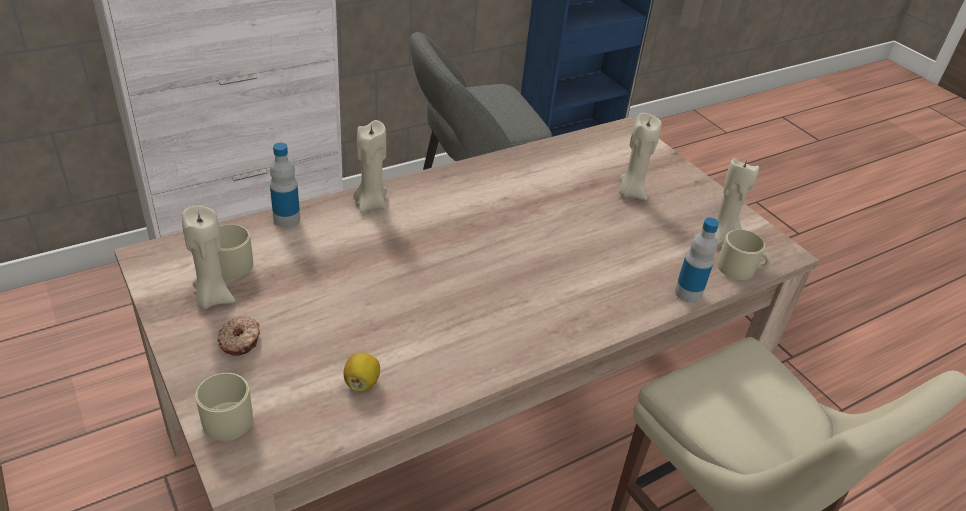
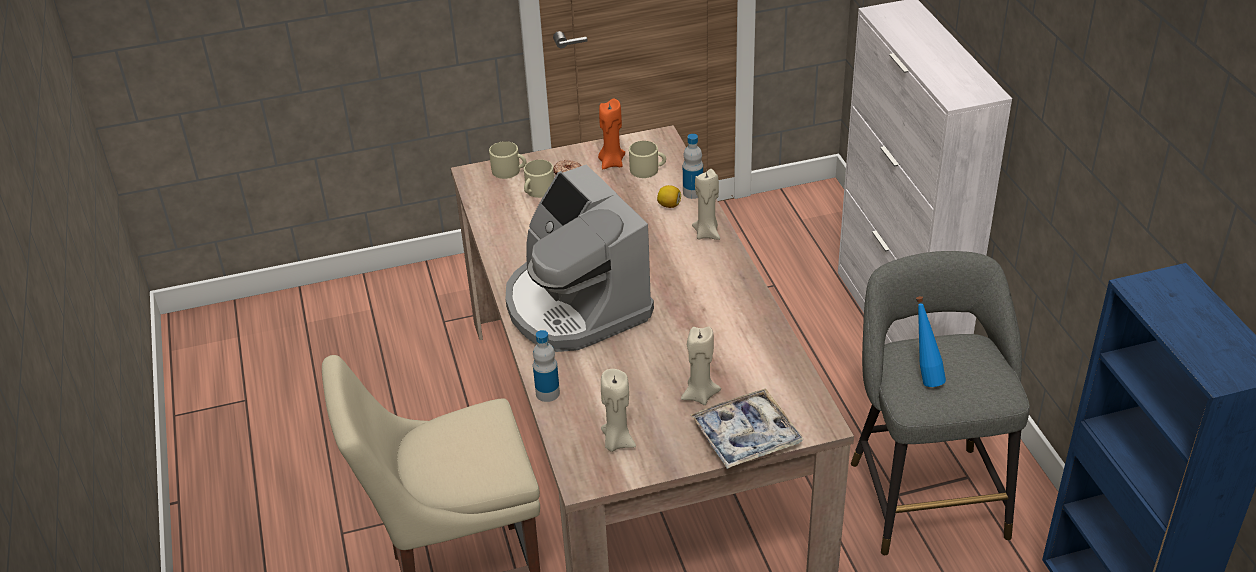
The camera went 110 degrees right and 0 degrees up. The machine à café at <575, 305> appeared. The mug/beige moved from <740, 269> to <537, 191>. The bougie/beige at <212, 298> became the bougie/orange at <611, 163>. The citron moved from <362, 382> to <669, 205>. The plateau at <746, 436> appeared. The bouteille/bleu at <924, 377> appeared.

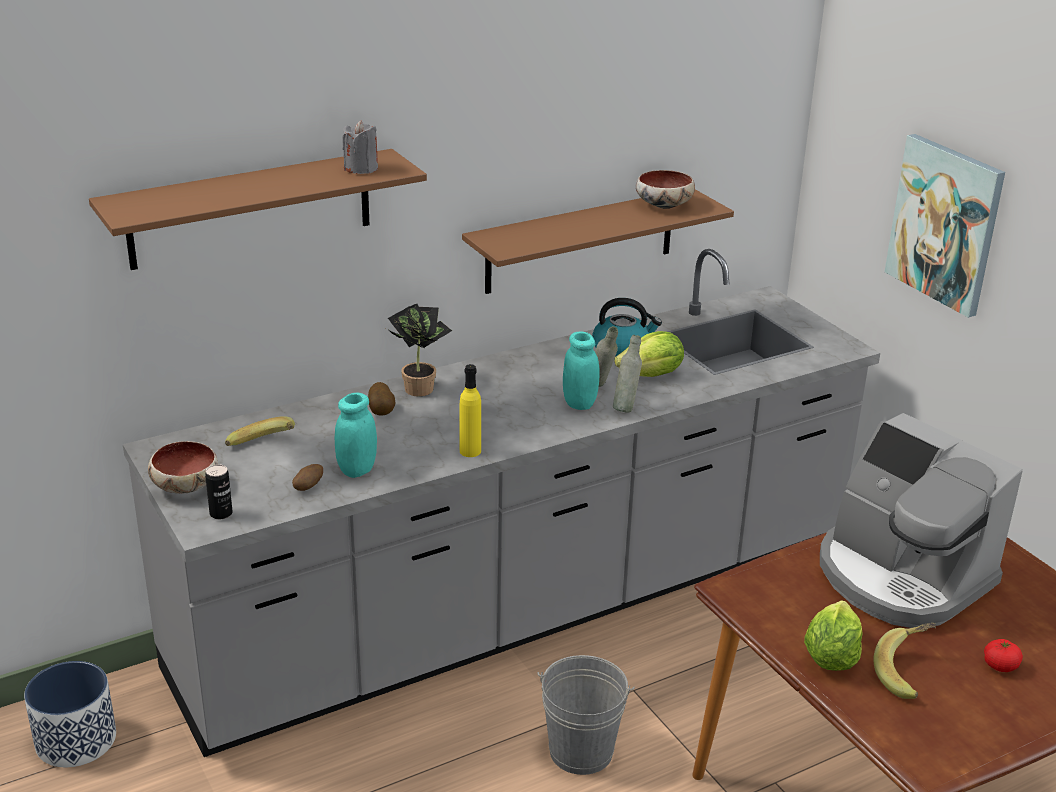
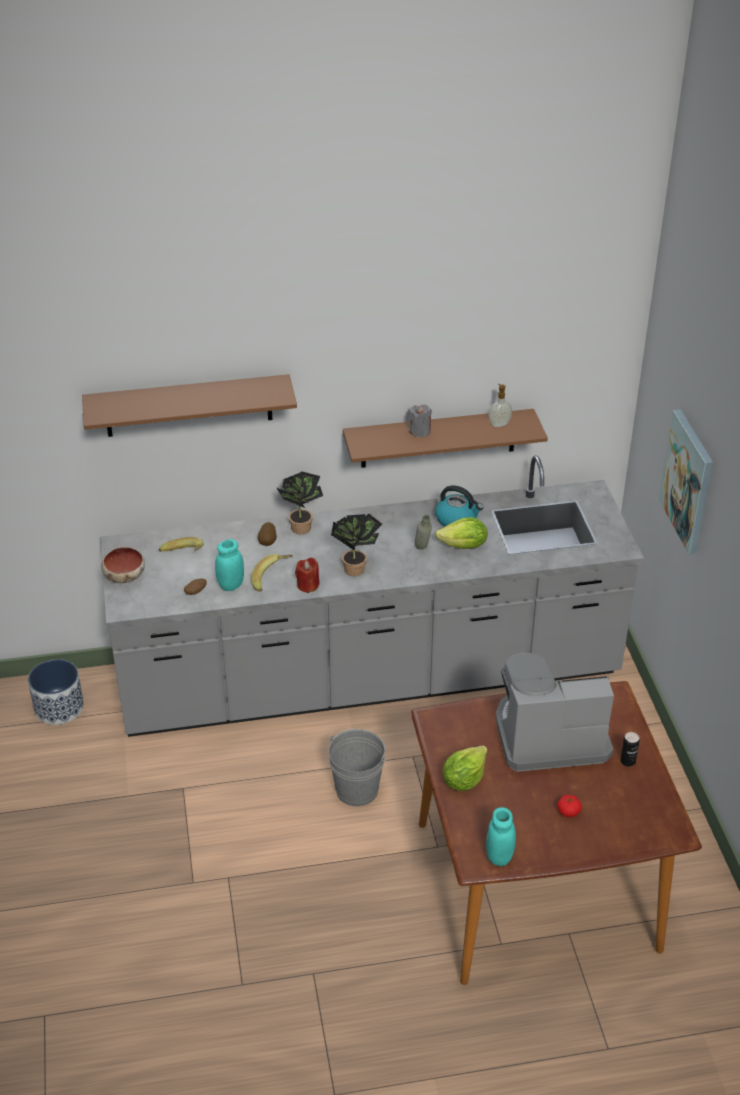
The camera went 20 degrees right and 10 degrees up. The banane moved from <908, 674> to <272, 579>. The bouteille/jaune at <470, 451> was replaced by the bougie/rouge at <308, 585>. The plante en pot at <356, 567> appeared. The bougie/gris moved from <361, 168> to <420, 431>. The bocal/turquoise moved from <579, 403> to <499, 856>. The bol at <663, 205> was replaced by the distributeur de savon at <499, 424>. The machine à café at <901, 577> turned 105 degrees clockwise. The boîte métallique moved from <221, 513> to <627, 761>. The bouteille/gris at <626, 408> disappeared.

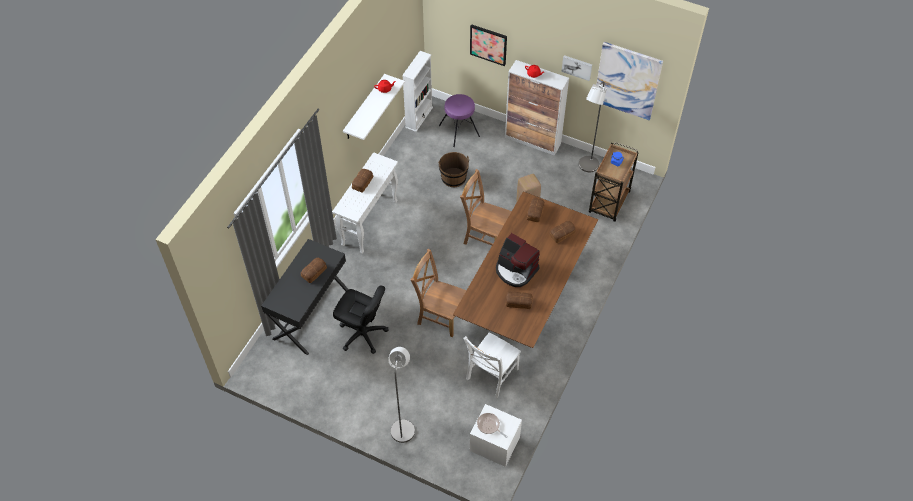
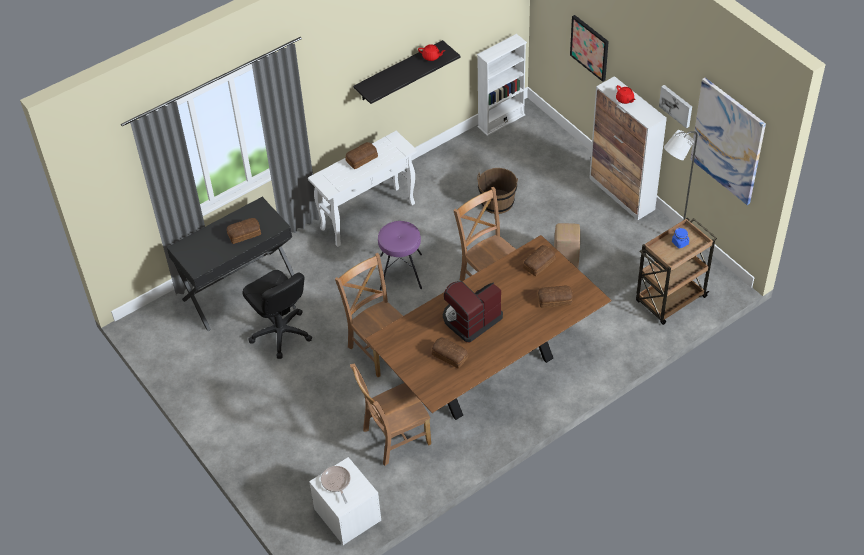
The camera went 30 degrees right and 5 degrees down. The chaise/blanc at <491, 375> became the chaise/marron at <394, 438>. The étagère/blanc at <364, 108> became the étagère/noir at <399, 71>. The tabouret/violet moved from <459, 130> to <401, 271>. The machine à café at <516, 270> turned 75 degrees clockwise. The lampadaire/gris at <403, 426> disappeared.

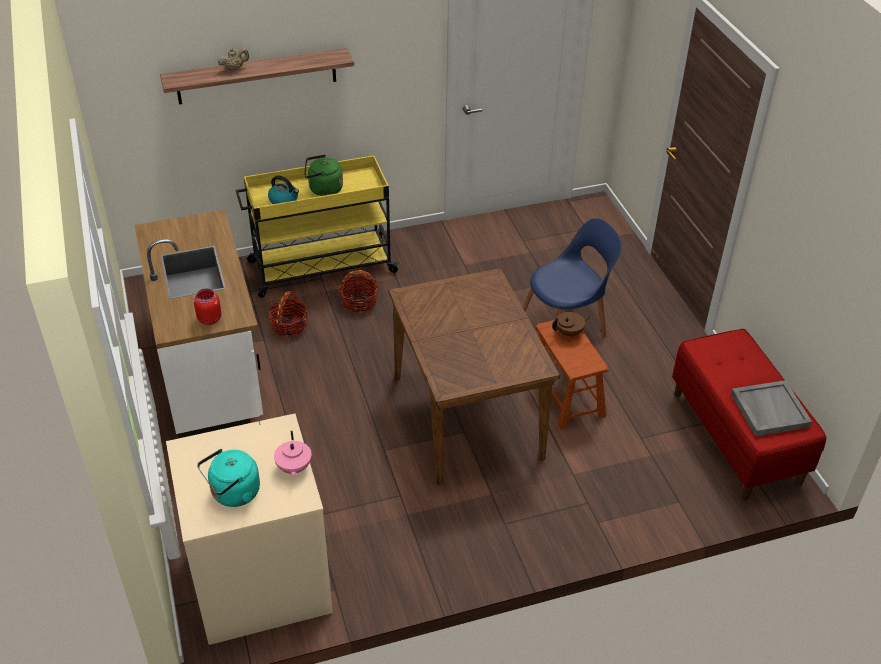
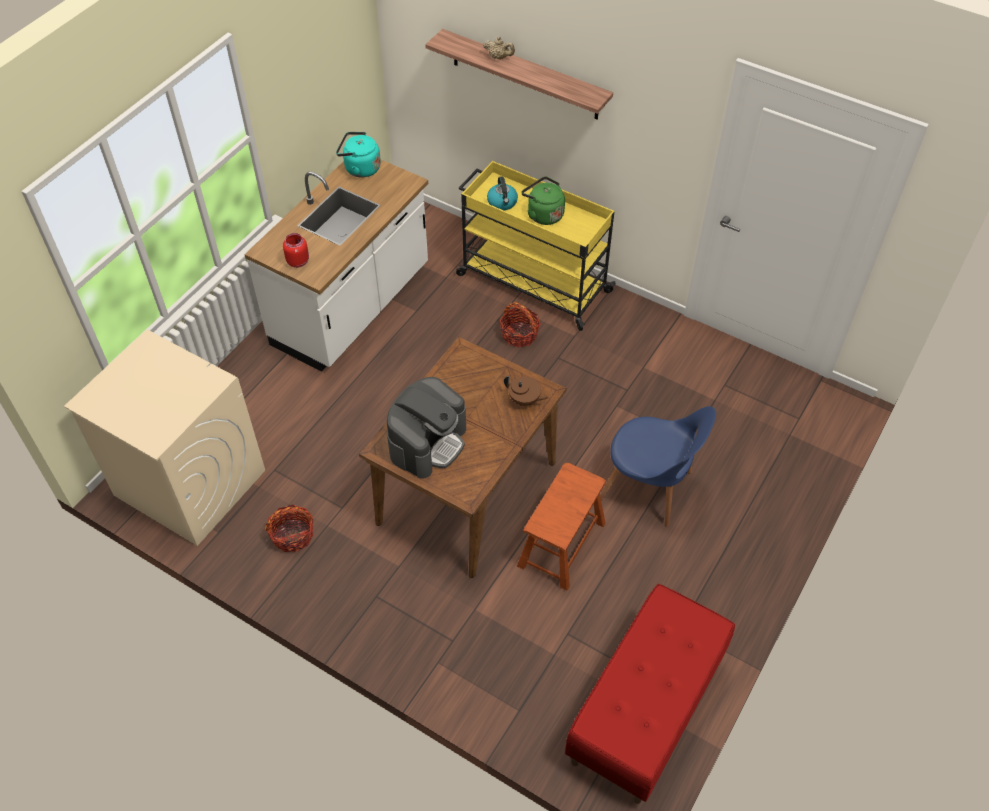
The camera went 50 degrees right and 10 degrees up. The panier moved from <289, 325> to <293, 535>. The bouilloire/turquoise moved from <233, 494> to <360, 168>. The machine à café at <428, 442> appeared. The théière/marron moved from <569, 333> to <524, 400>. The théière/rose at <293, 468> disappeared. The plateau/gris at <769, 410> disappeared.

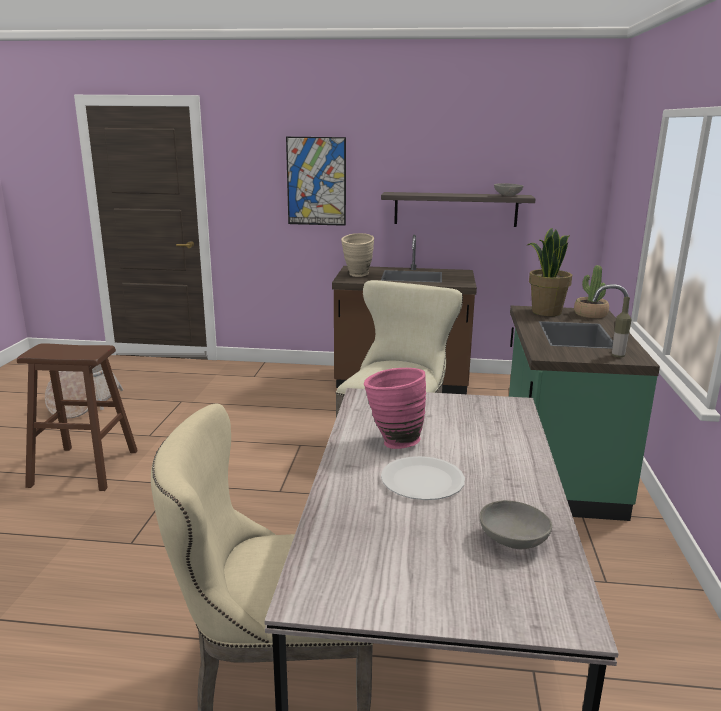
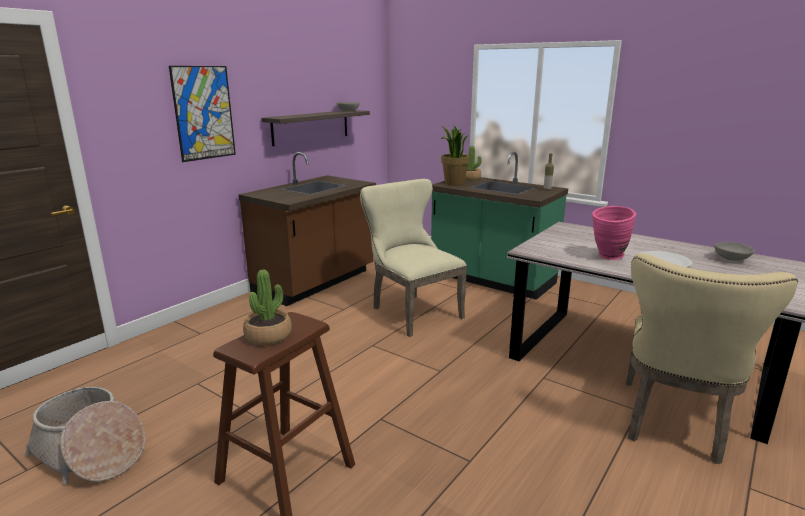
The camera went 60 degrees left and 0 degrees up. The plante en pot at <268, 336> appeared. The vase/beige at <357, 275> disappeared.

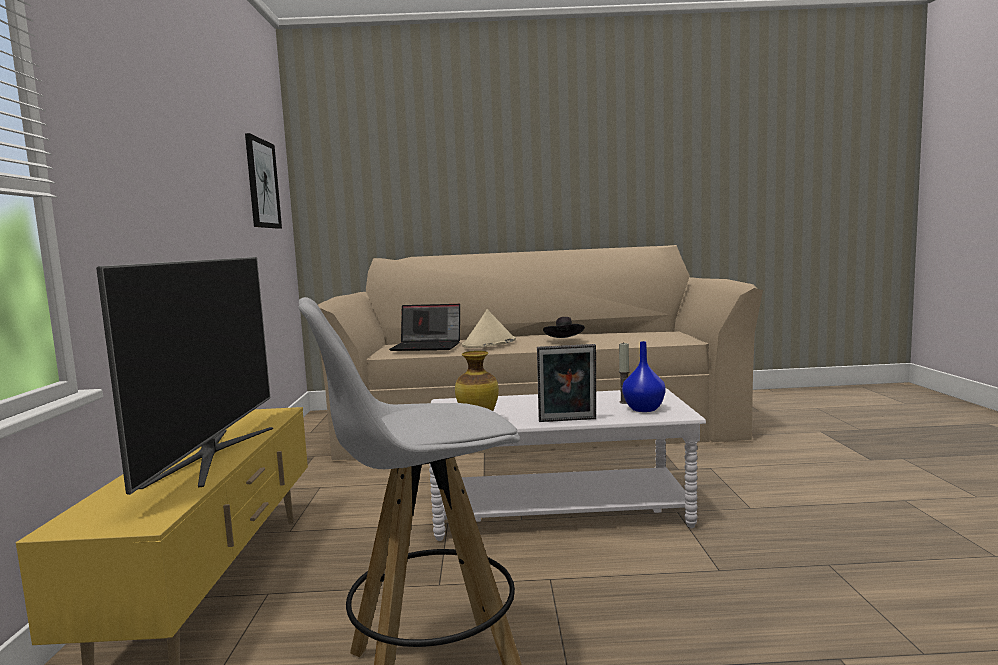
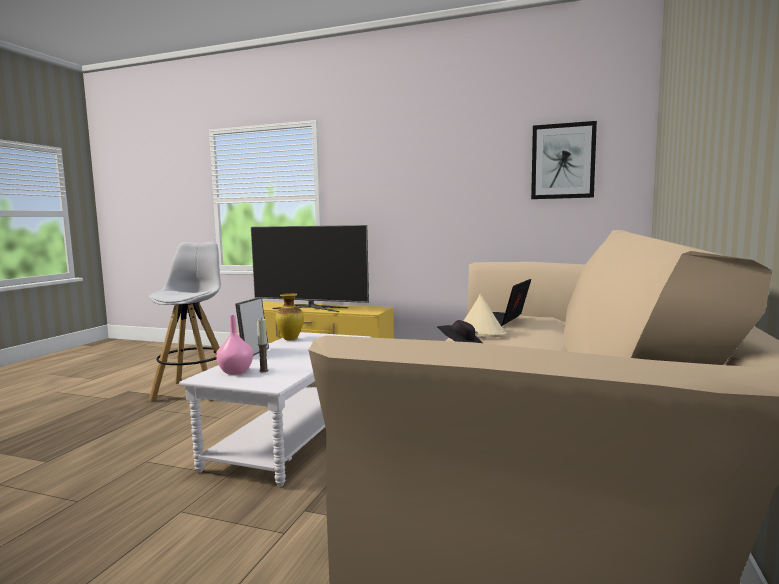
The camera went 110 degrees right and 0 degrees up. The vase/bleu at <644, 409> became the vase/rose at <235, 372>.

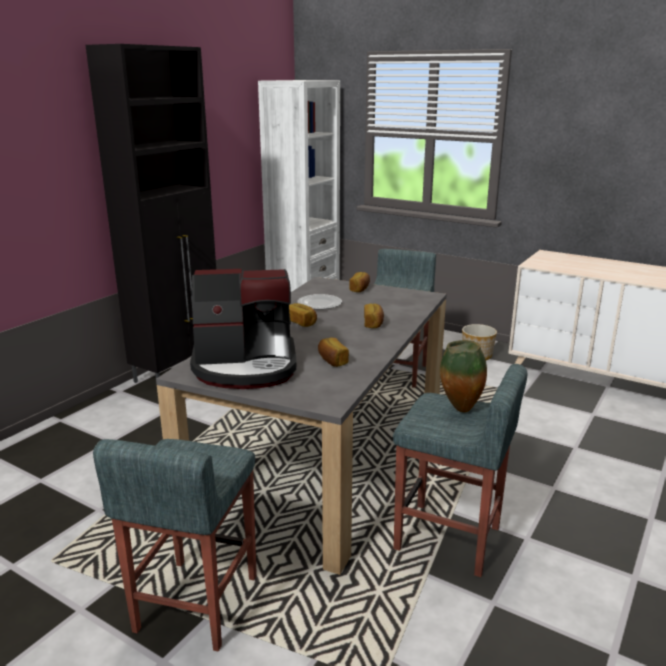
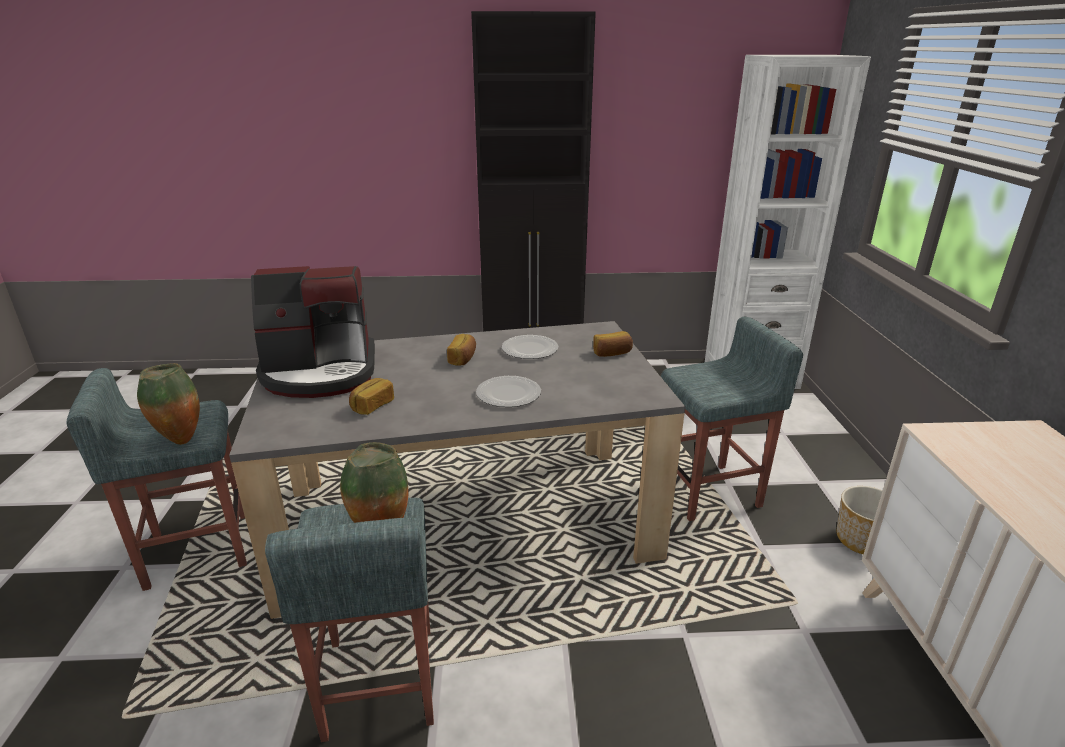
The camera went 55 degrees right and 5 degrees up. The vase at <180, 441> appeared. The machine à café at <246, 367> turned 60 degrees counterclockwise. The pain at <373, 323> was replaced by the assiette at <507, 394>.

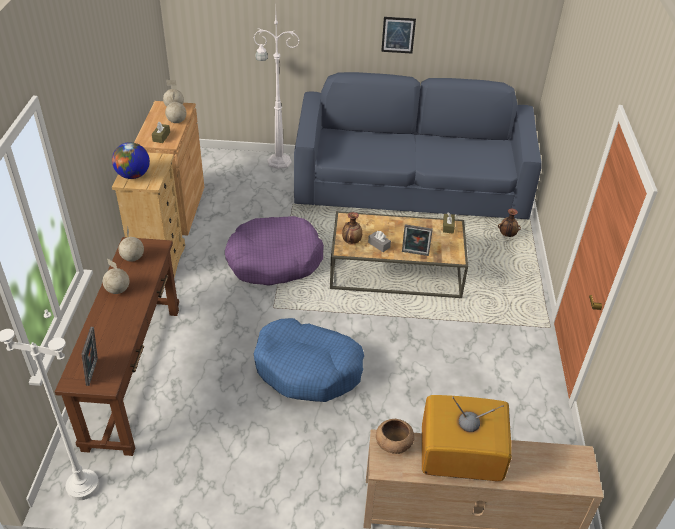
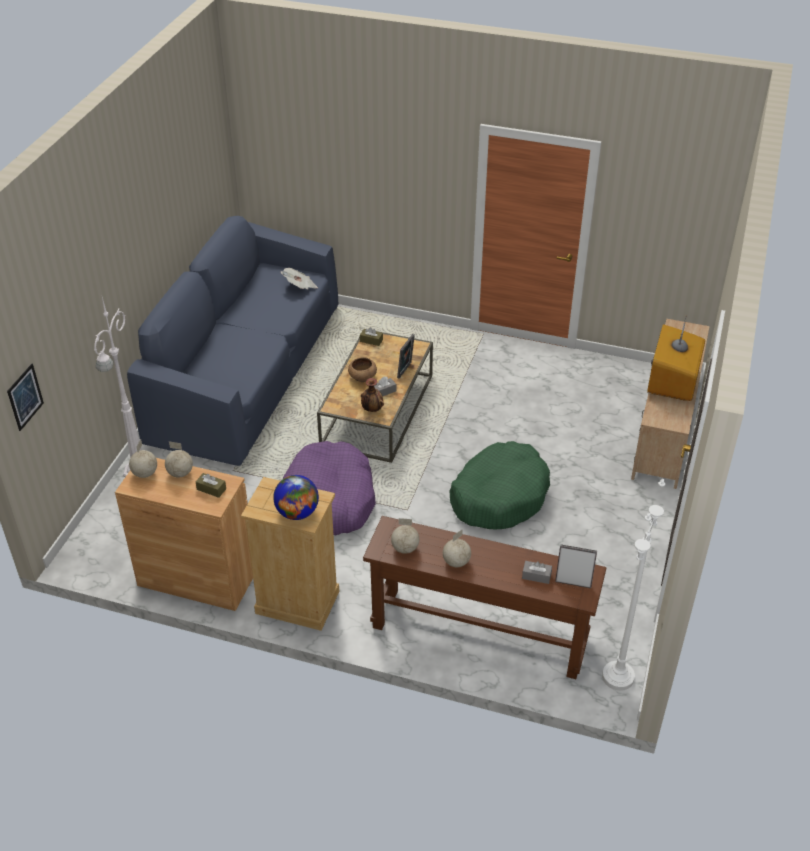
The camera went 75 degrees left and 0 degrees up. The tableau moved from <398, 35> to <25, 397>. The journal at <300, 287> appeared. The bol/marron moved from <393, 443> to <362, 377>. The panier pour chien/bleu at <308, 369> became the panier pour chien/vert at <499, 496>. The boîte à mouchoirs/gris at <536, 576> appeared. The vase at <507, 235> disappeared.

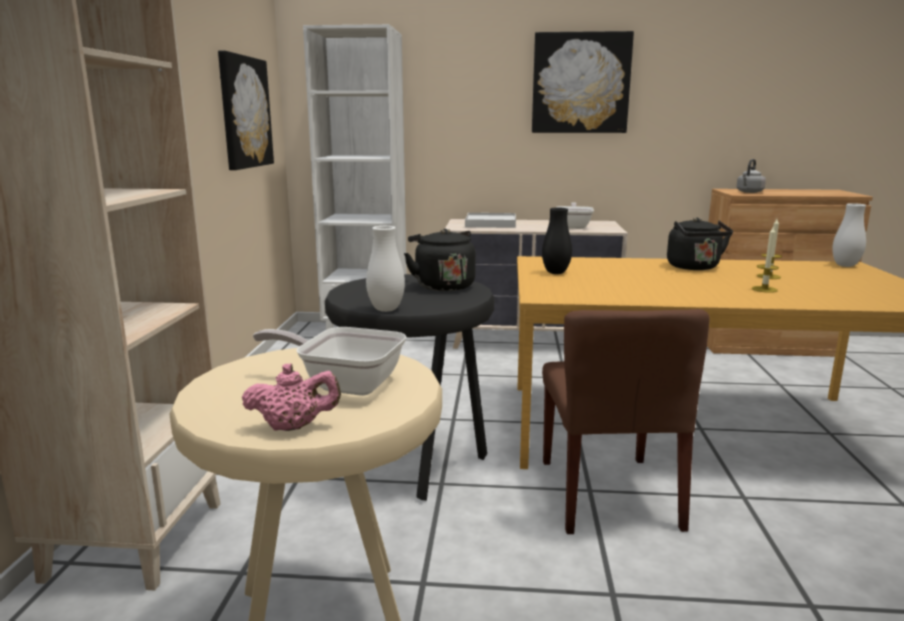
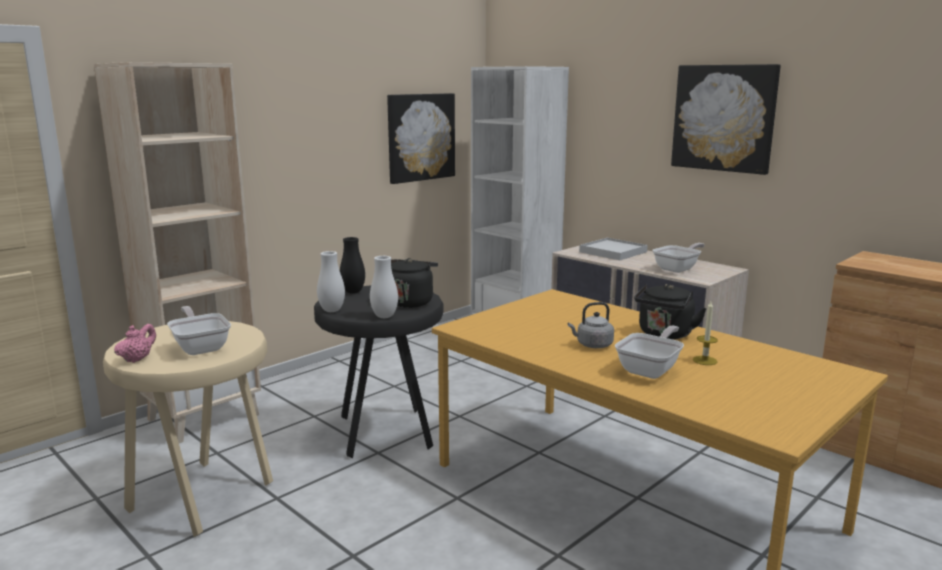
The camera went 40 degrees right and 0 degrees up. The théière/rose at <294, 427> turned 105 degrees counterclockwise. The vase/noir moved from <556, 273> to <353, 292>. The vase/blanc moved from <845, 265> to <384, 316>. The bouilloire/gris moved from <749, 192> to <592, 345>. The bougie at <764, 289> was replaced by the poêle at <651, 369>. The chaise/marron at <609, 494> disappeared.

